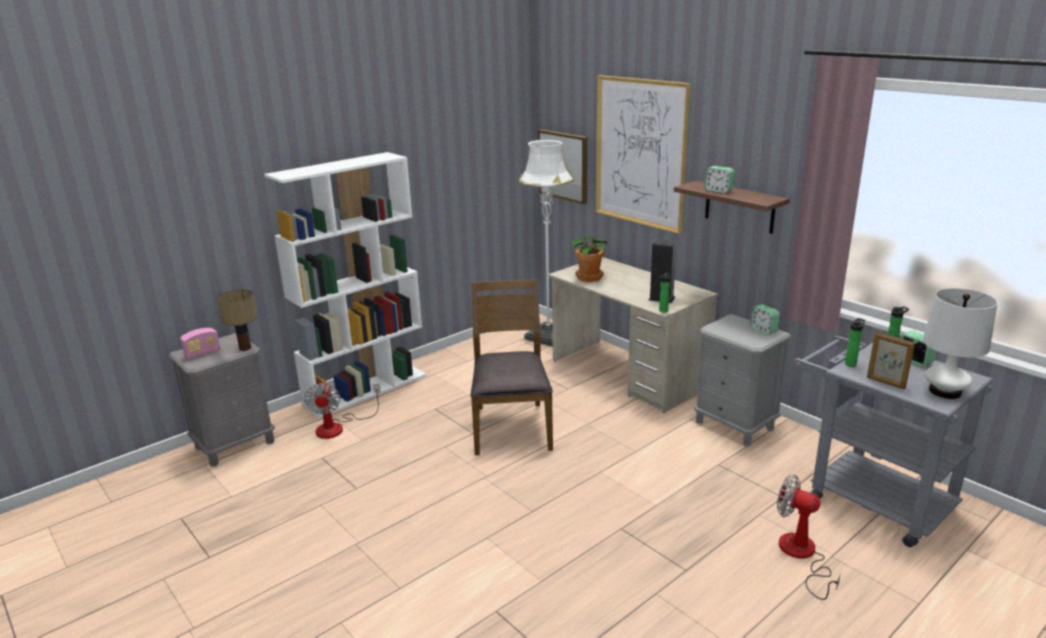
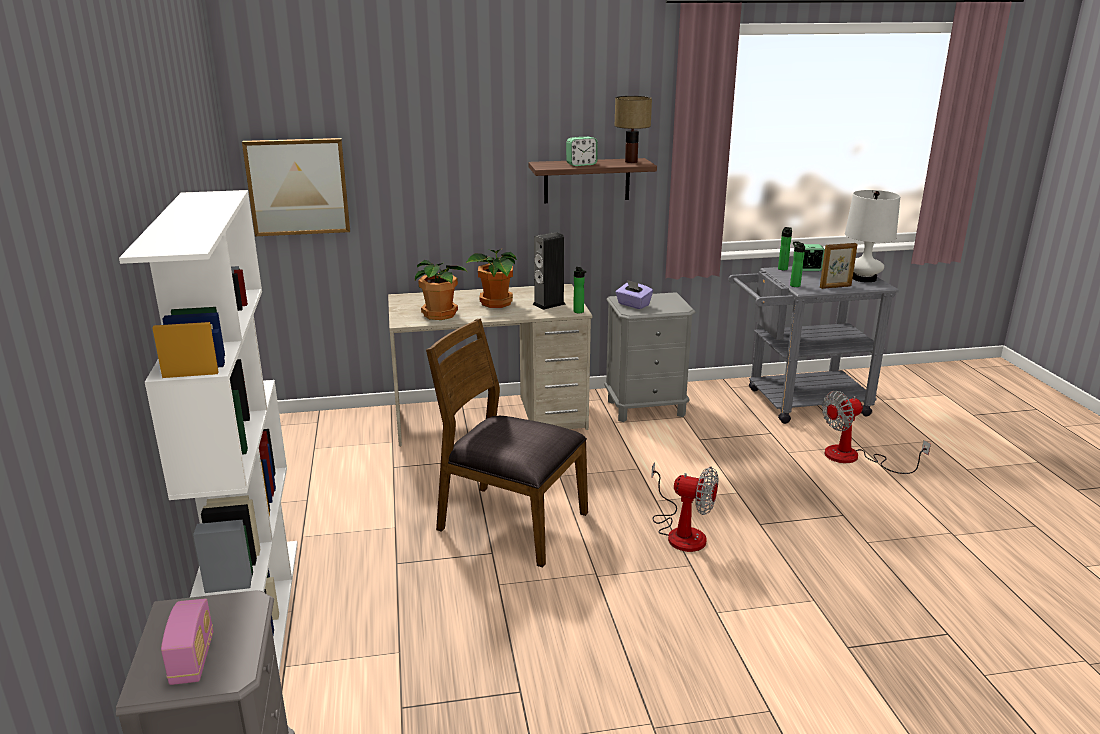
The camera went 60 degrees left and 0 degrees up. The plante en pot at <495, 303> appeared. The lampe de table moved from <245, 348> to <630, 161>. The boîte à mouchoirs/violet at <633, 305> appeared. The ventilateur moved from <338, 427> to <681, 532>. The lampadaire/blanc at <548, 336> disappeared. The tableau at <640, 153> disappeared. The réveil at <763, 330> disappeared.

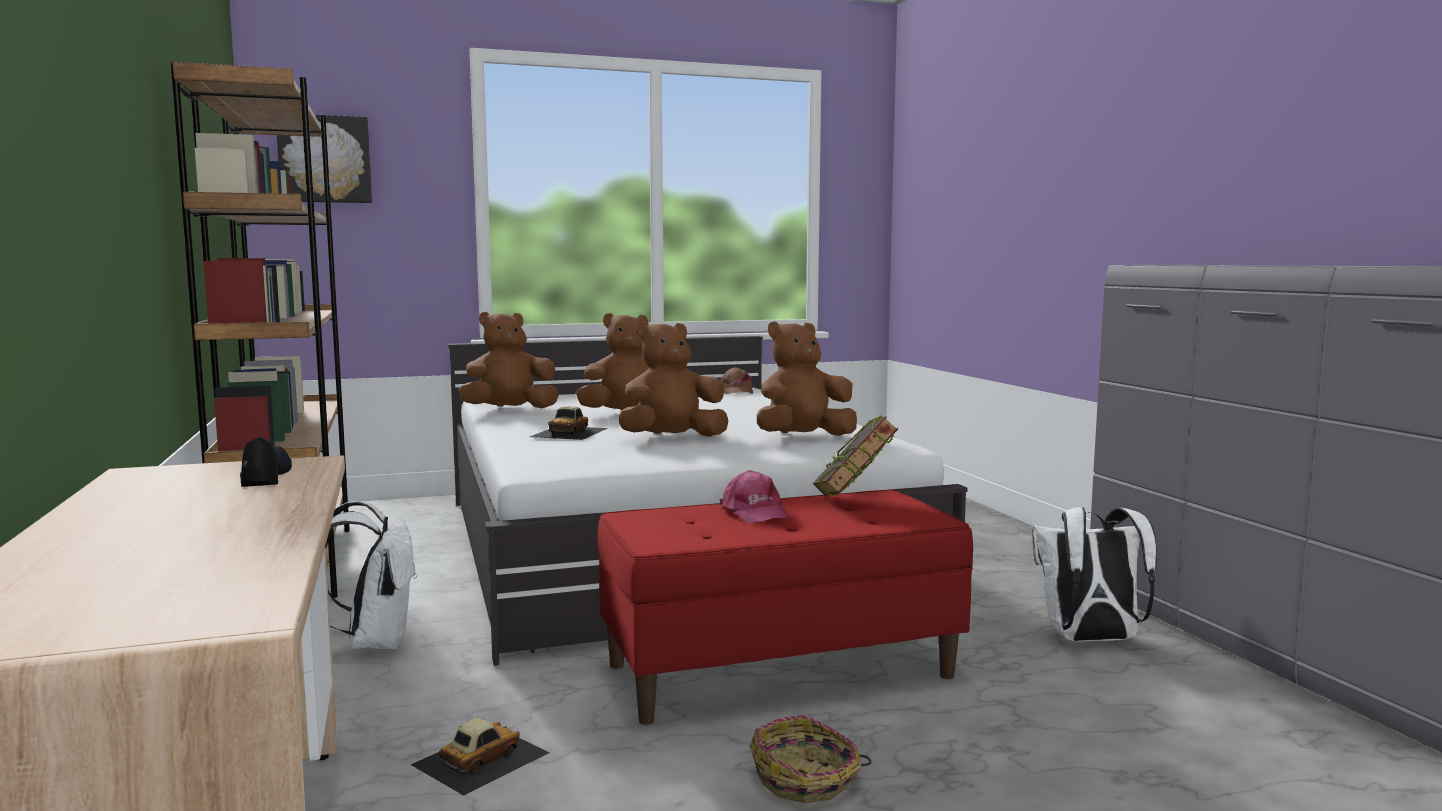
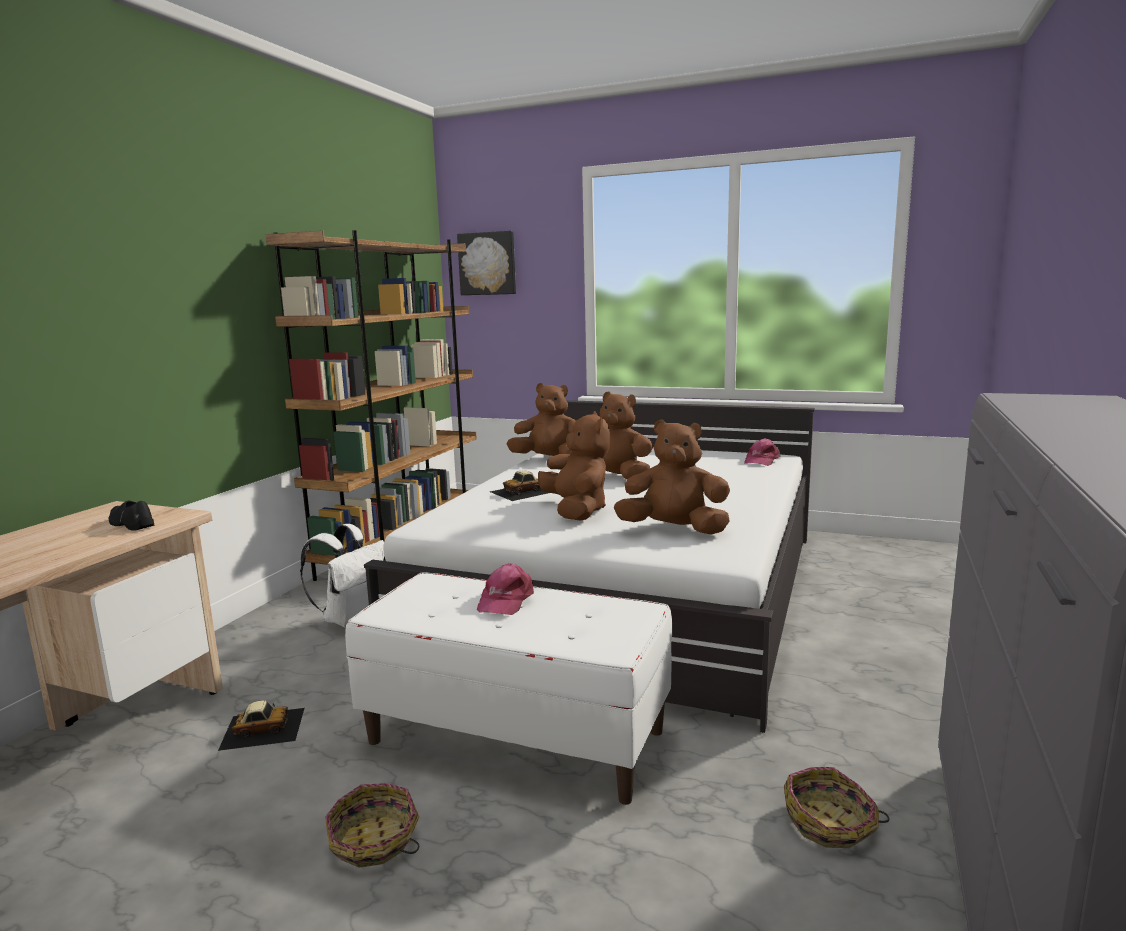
The camera went 40 degrees right and 5 degrees up. The chaussure/noir at <264, 476> turned 75 degrees counterclockwise. The banc/rouge at <780, 670> became the banc/blanc at <516, 736>. The peluche/marron at <672, 439> turned 60 degrees clockwise. The casquette/marron at <735, 391> became the casquette/rose at <761, 460>. The sac à dos/blanc at <1090, 640> was replaced by the panier at <830, 823>. The livre at <853, 499> disappeared.

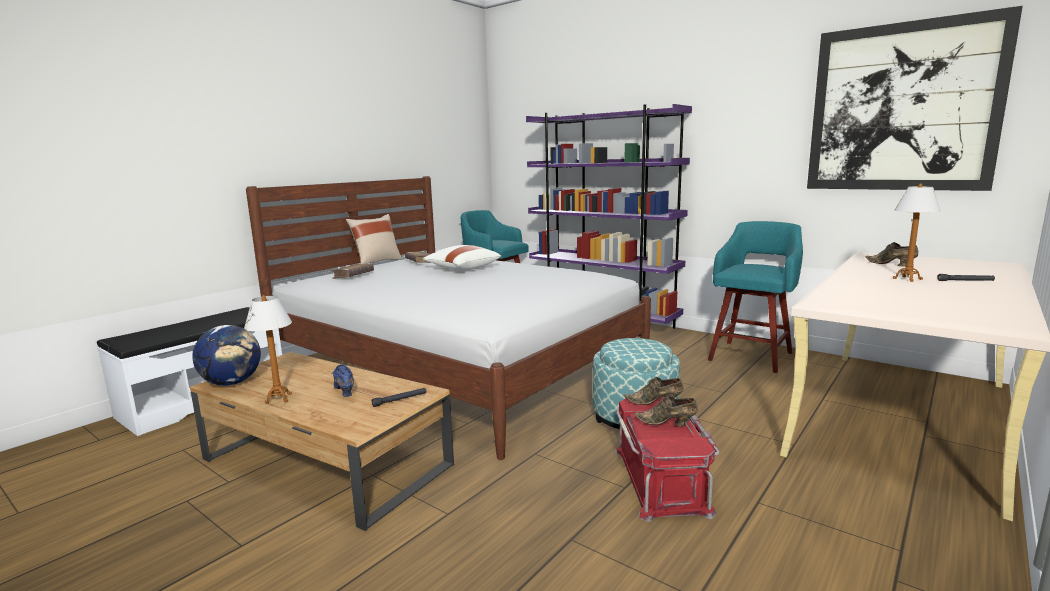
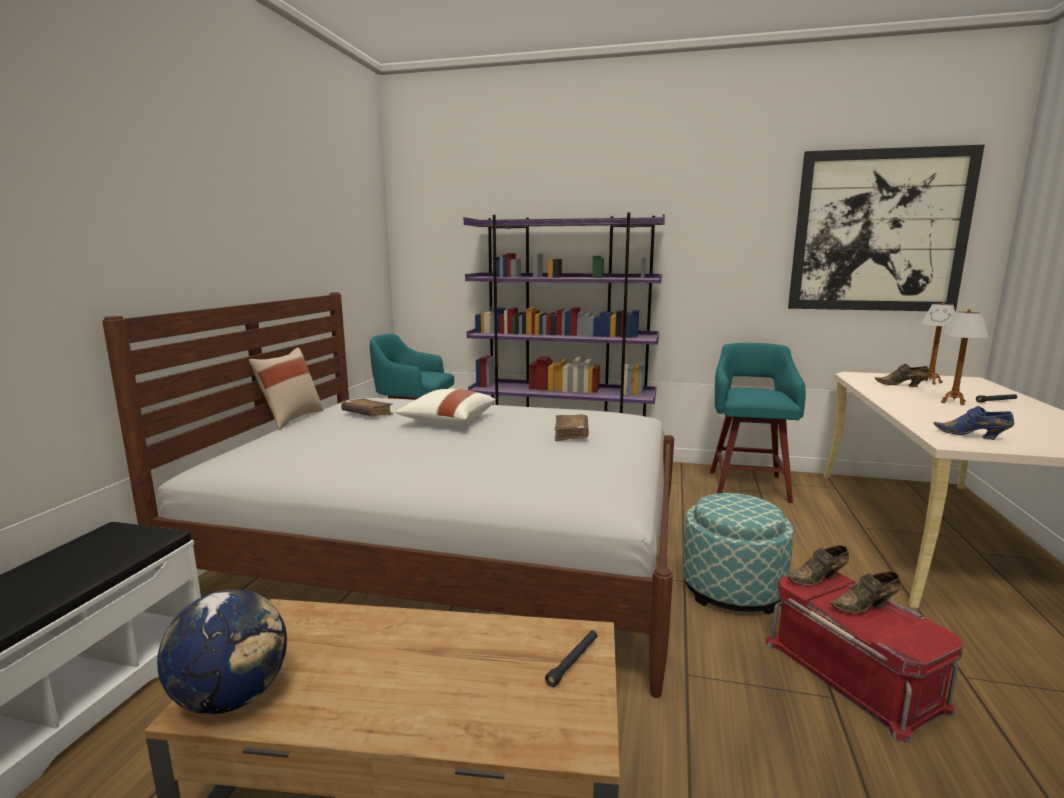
The camera went 25 degrees left and 0 degrees up. The livre/marron moved from <353, 276> to <571, 434>. The lampe de table moved from <279, 399> to <929, 382>. The chaussure/bleu moved from <344, 391> to <973, 436>.

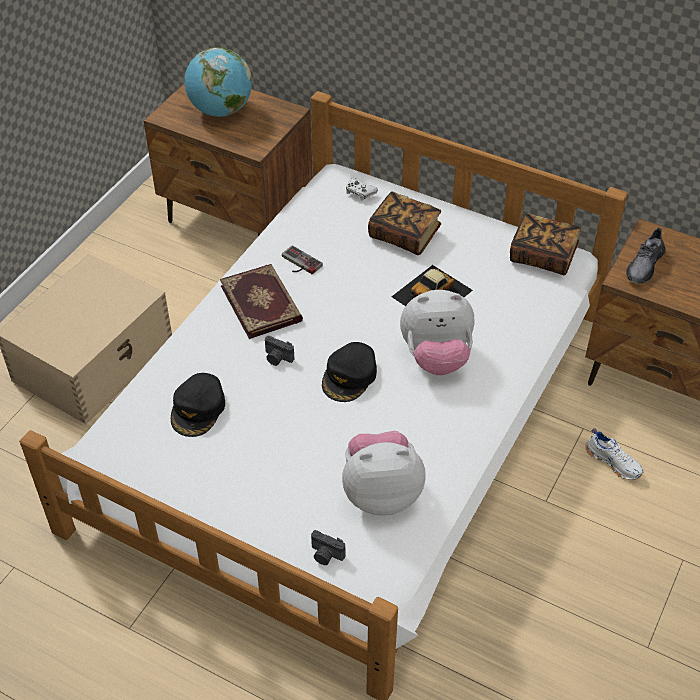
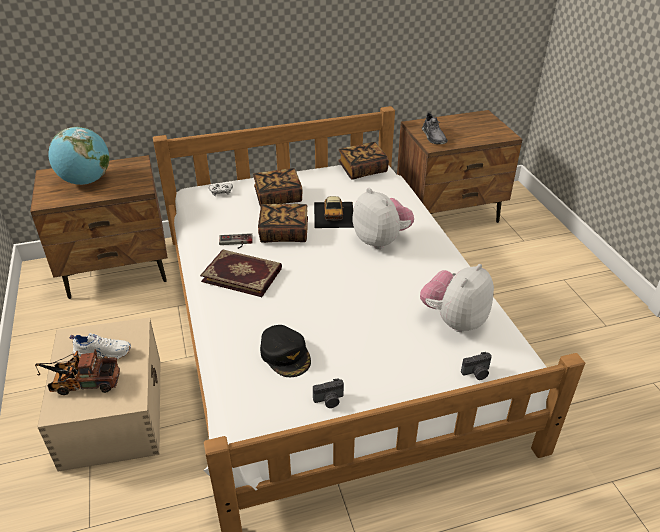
The camera went 45 degrees left and 10 degrees down. The camion jouet at <81, 383> appeared. The chaussure/blanc moved from <614, 461> to <103, 352>. The livre at <284, 233> appeared. The appareil photo moved from <277, 358> to <329, 400>. The peluche at <436, 357> turned 75 degrees counterclockwise. The casquette/noir at <349, 376> disappeared.

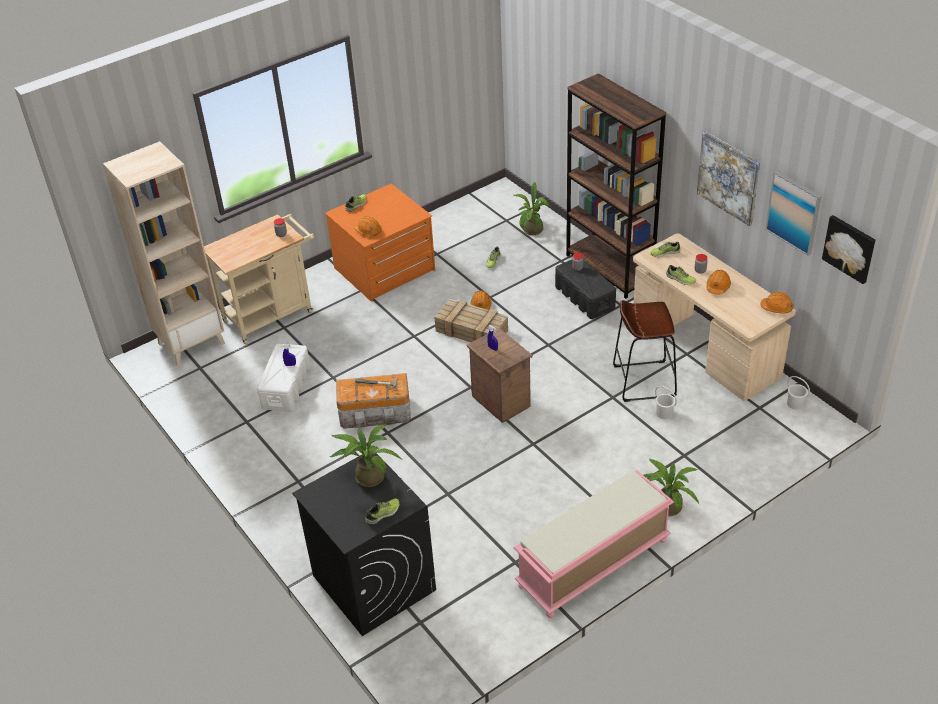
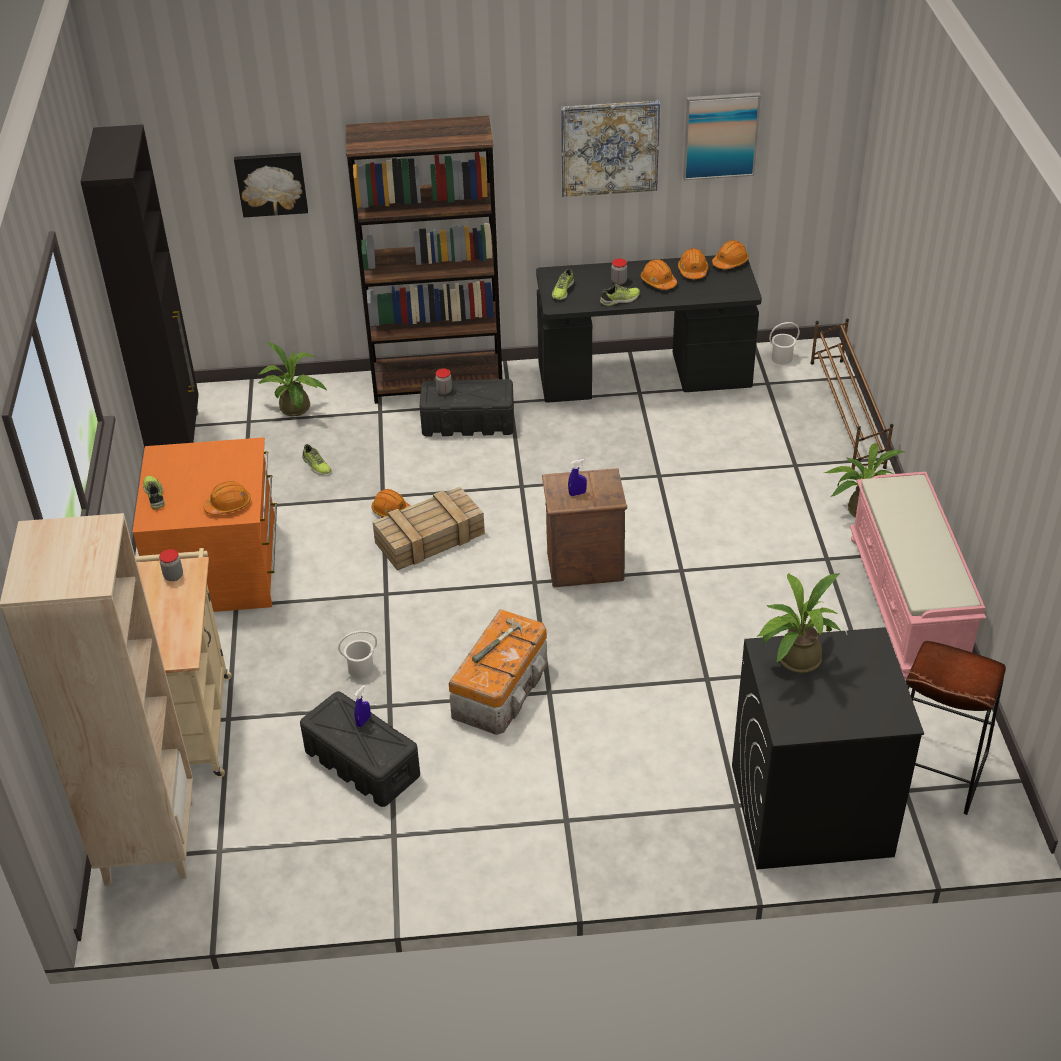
The camera went 60 degrees left and 0 degrees up. The meuble de rangement/noir at <177, 441> appeared. The tableau moved from <850, 248> to <271, 183>. The boîte de rangement/blanc at <286, 387> became the boîte de rangement/noir at <361, 763>. The seau/blanc moved from <664, 413> to <361, 669>. The bureau/beige at <704, 349> became the bureau/noir at <644, 377>. The casque de chantier/orange at <692, 271> appeared. The étagère à chaussures/marron at <846, 414> appeared. The tabouret/marron moved from <643, 381> to <933, 769>. The chaussure at <383, 514> disappeared.

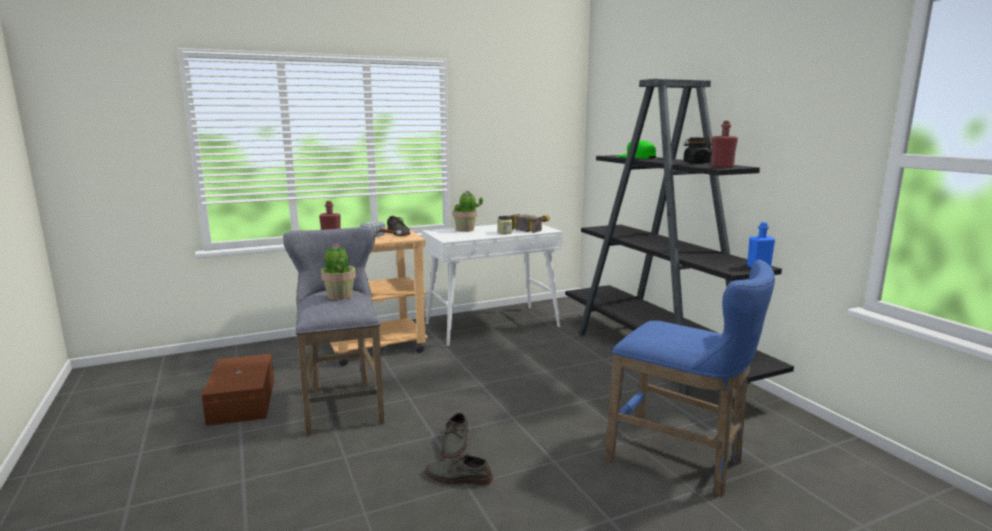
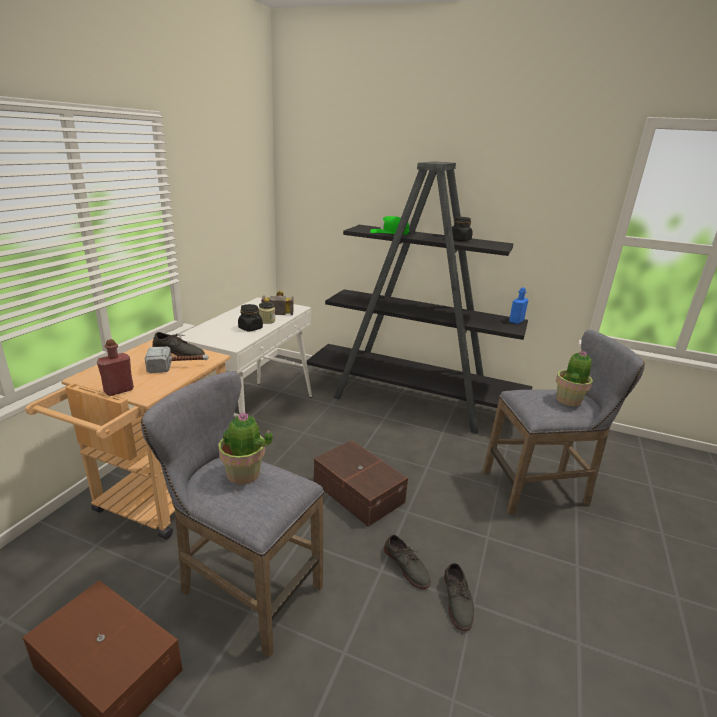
The camera went 45 degrees left and 10 degrees up. The bocal/noir at <250, 328> appeared. The boîte de rangement/marron at <358, 491> appeared. The chaussure/gris at <458, 477> turned 60 degrees counterclockwise. The tabouret/bleu at <681, 461> became the tabouret/gris at <541, 489>. The plante en pot moved from <465, 230> to <569, 400>. The bouteille/rouge at <722, 167> disappeared.

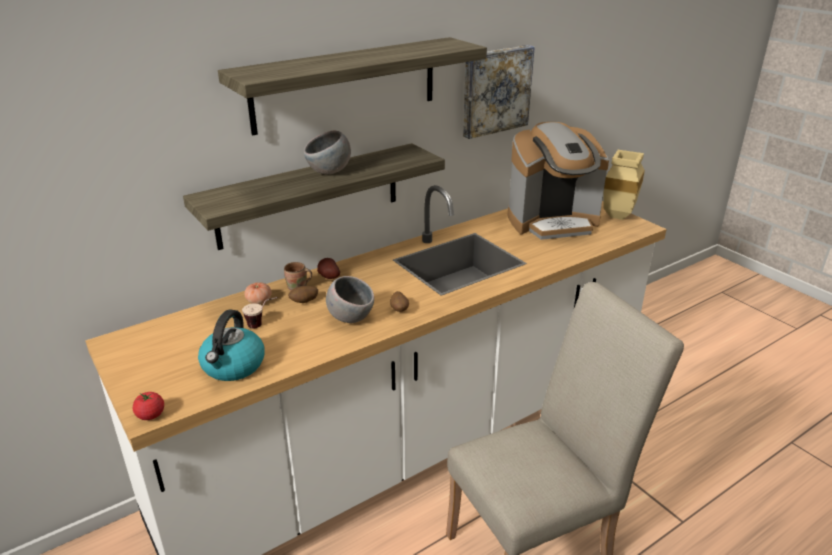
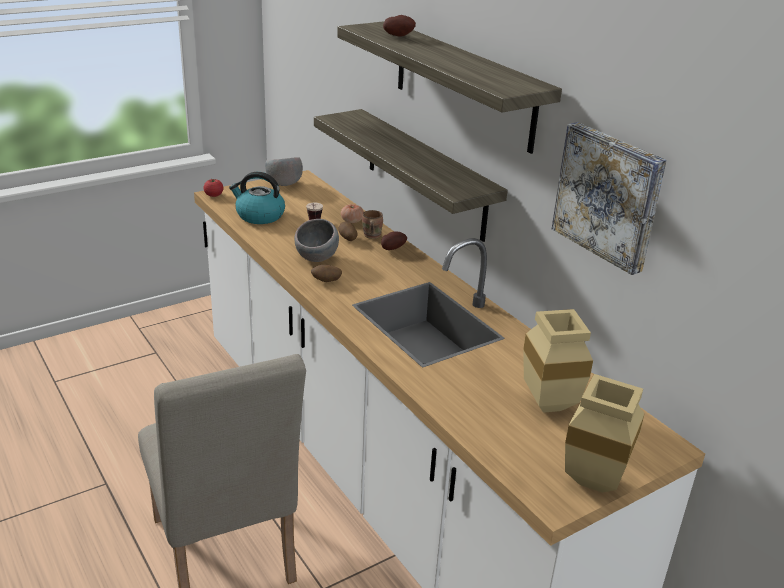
The camera went 90 degrees right and 0 degrees up. The bol/gris moved from <329, 172> to <284, 184>. The pomme de terre at <399, 36> appeared. The machine à café at <552, 222> was replaced by the vase/beige at <551, 407>.

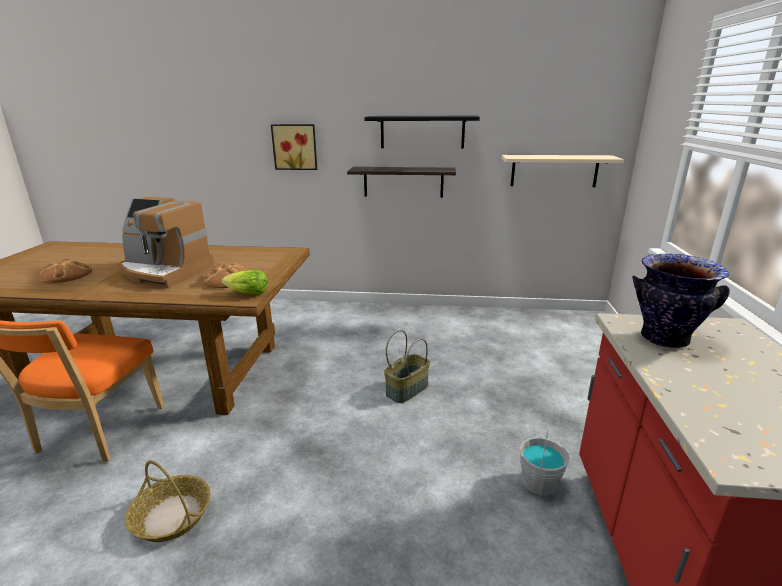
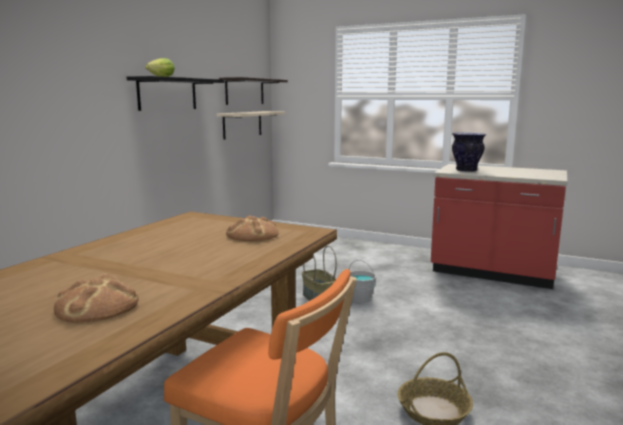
The camera went 70 degrees left and 10 degrees down. The laitue moved from <247, 294> to <161, 77>. The étagère moved from <403, 182> to <245, 91>. The seau/gris moved from <538, 482> to <360, 299>. The machine à café at <165, 272> disappeared. The tableau at <295, 147> disappeared.

